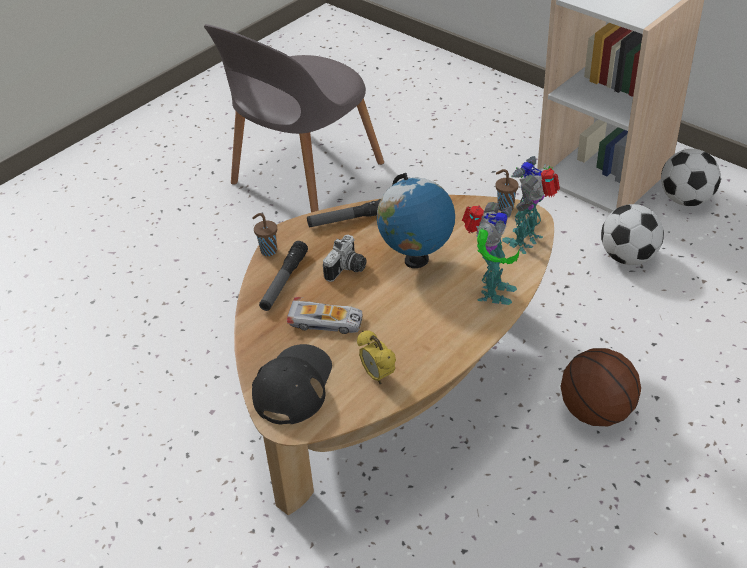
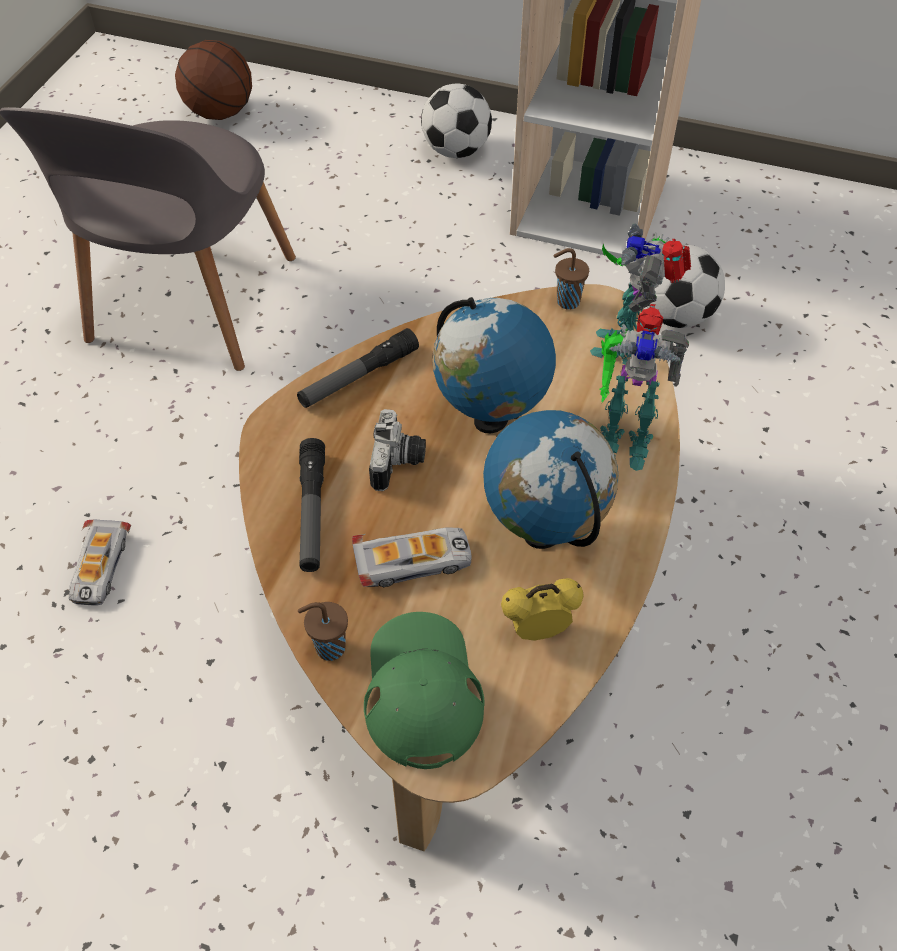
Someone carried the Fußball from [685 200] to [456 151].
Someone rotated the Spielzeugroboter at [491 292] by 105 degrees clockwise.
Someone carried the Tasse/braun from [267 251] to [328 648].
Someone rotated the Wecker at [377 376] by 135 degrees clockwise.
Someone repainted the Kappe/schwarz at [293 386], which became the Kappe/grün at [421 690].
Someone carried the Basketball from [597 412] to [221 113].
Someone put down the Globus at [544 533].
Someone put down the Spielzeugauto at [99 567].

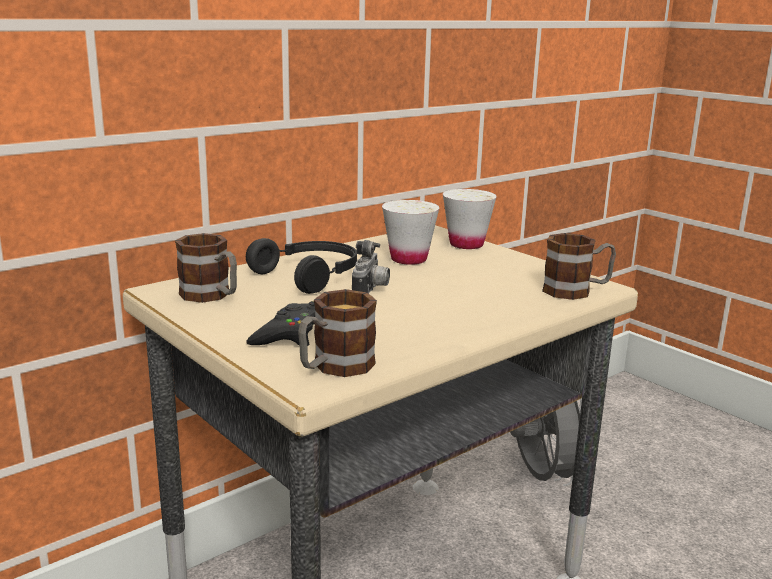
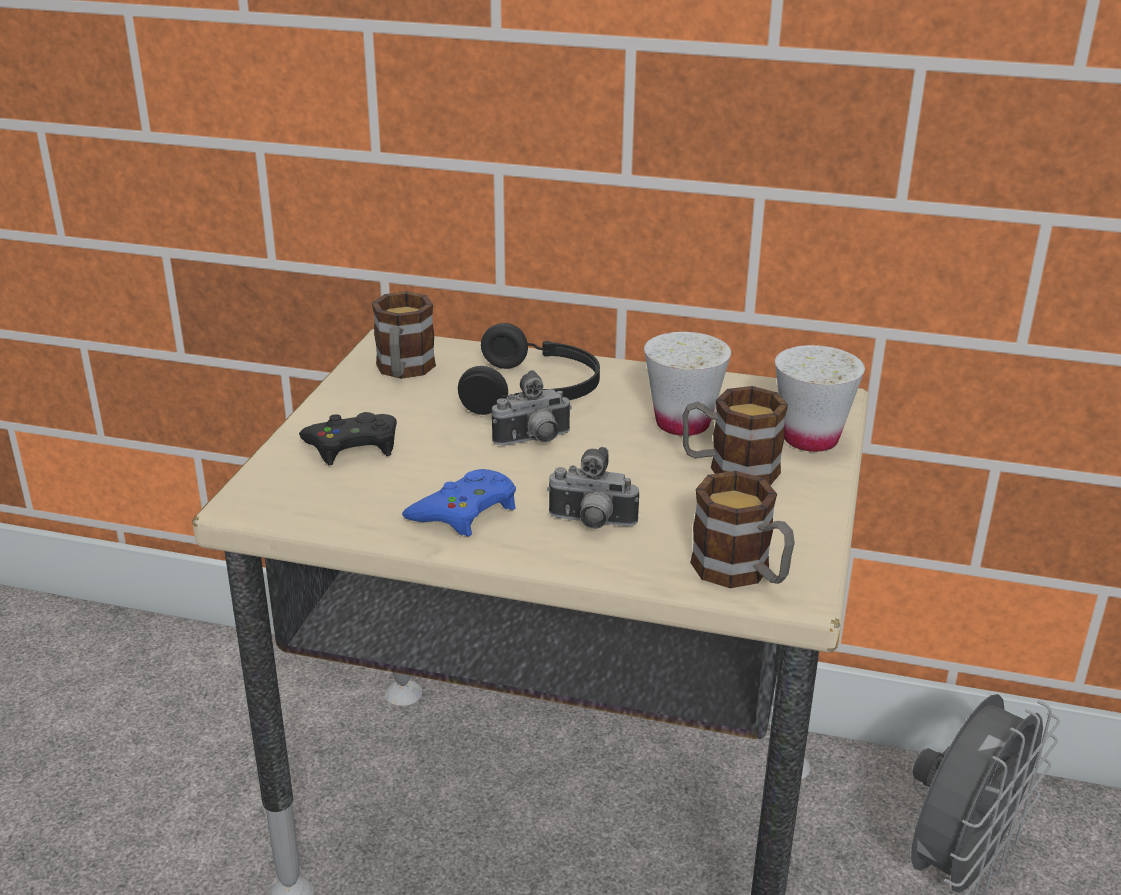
Someone carried the Henkelbecher from [334 367] to [729 469].
Someone put down the Kamera at [591 524].
Someone put down the Gamepad/blau at [465 511].

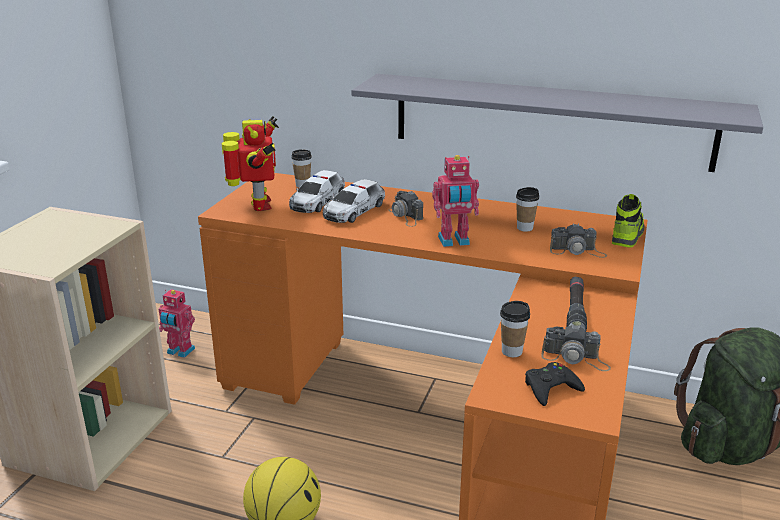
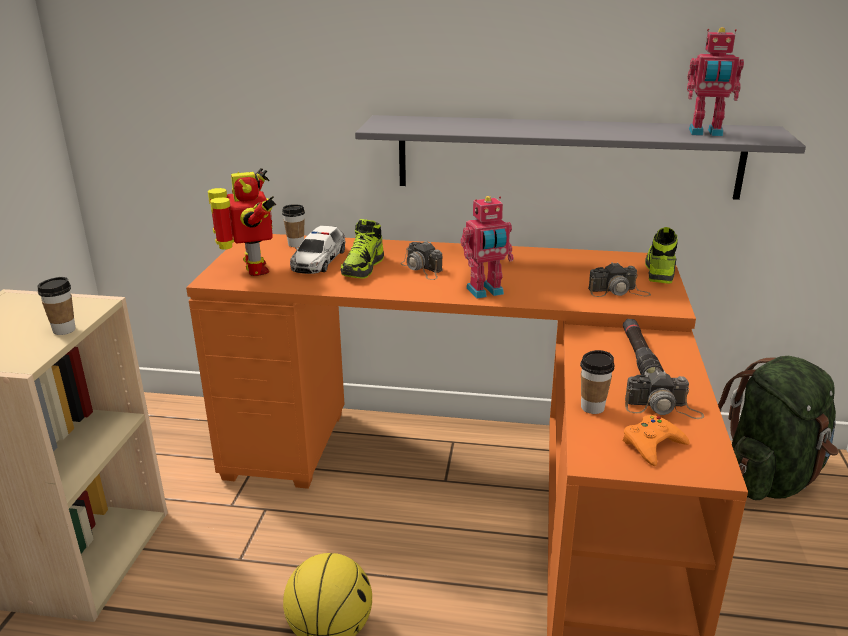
Someone swapped the Spielzeugauto at [353 211] for the Schuh at [363 268].
Someone carried the Tasse from [524 228] to [64 330].
Someone carried the Spielzeugroboter from [180 351] to [705 133].
Someone repainted the Gamepad/schwarz at [551 388], which became the Gamepad/orange at [652 445].

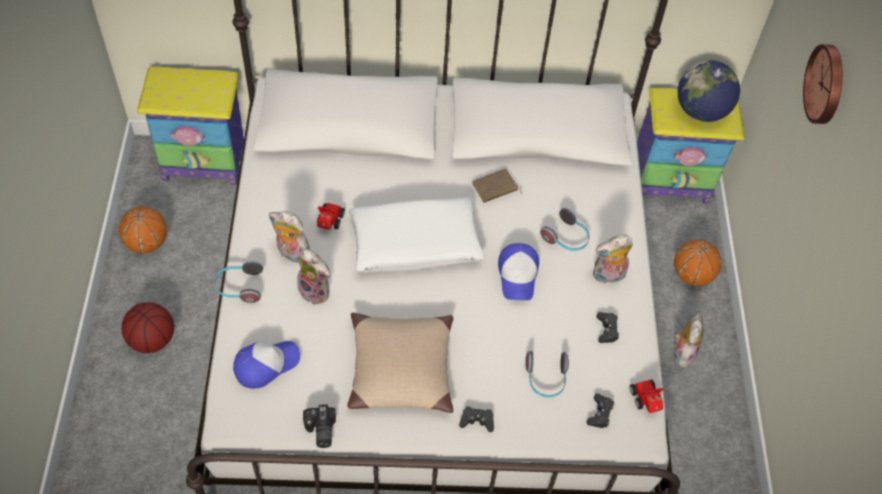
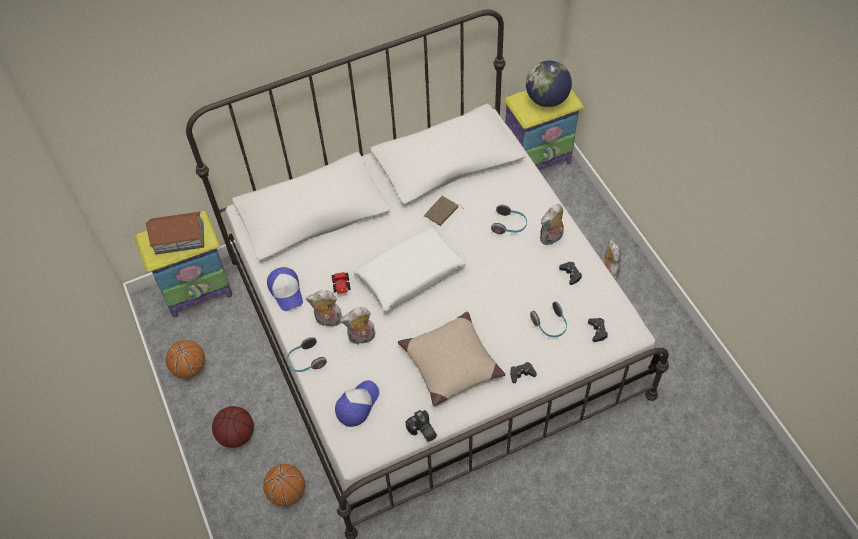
Someone took away the Wanduhr at [827 84].
Someone carried the Basketball from [692 275] to [287 492].
Someone carried the Kappe from [518 275] to [286 291].
Someone rotated the Plüschtier at [316 290] by 150 degrees clockwise.
Someone took away the Spielzeugauto at [646 401].
Someone put down the Spielzeughaus at [180 238].

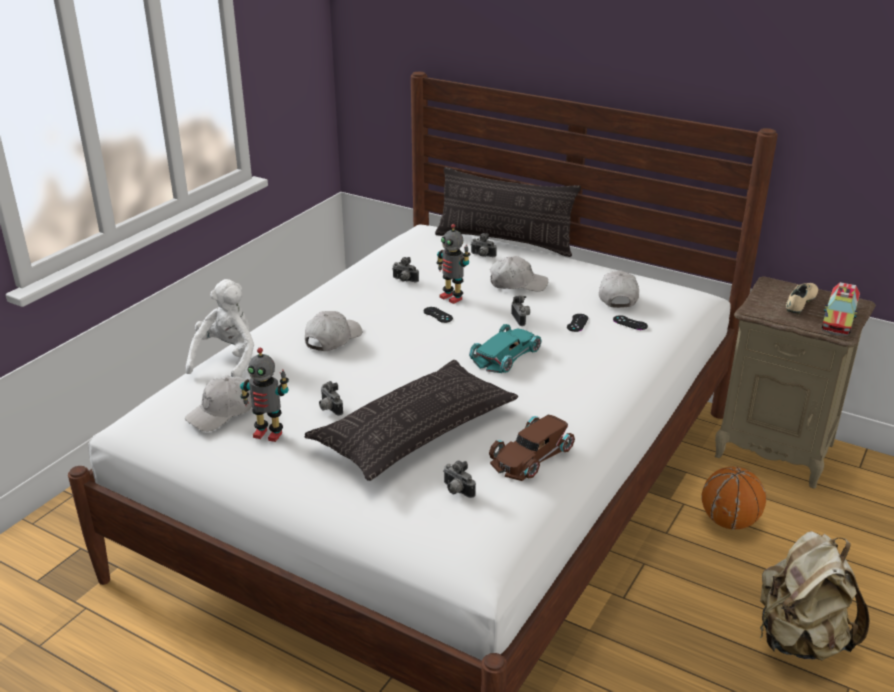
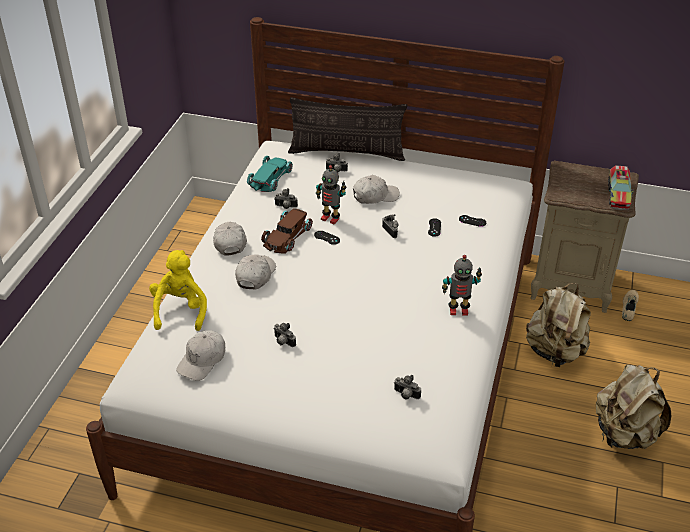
Someone carried the Kappe/weiß from [617 297] to [229 242].
Someone repainted the Plüschtier/weiß at [227 360], which became the Plüschtier/gelb at [180 310].
Someone carried the Schuh/beige from [801 303] to [629 308].
Someone carried the Spielzeugauto/türkis from [507 354] to [271 177].
Someone carried the Spielzeugroboter from [268 434] to [458 310].
Someone took away the Kissen at [415 430].
Someone carried the Spielzeugauto/braun from [530 454] to [286 235].
Someone swapped the Basketball at [729 521] for the Rucksack/beige at [555 351].

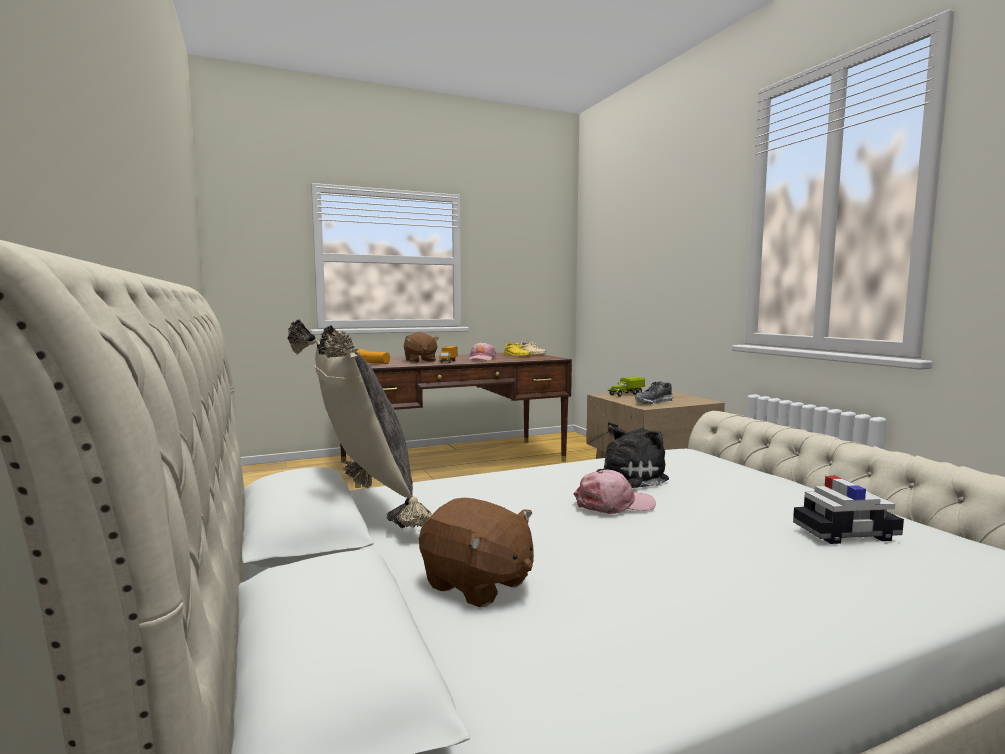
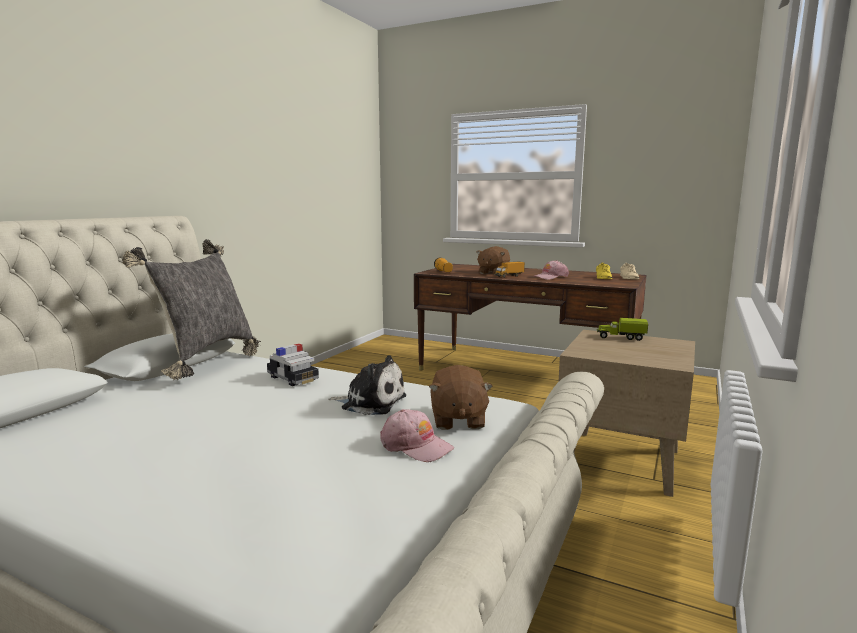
Someone took away the Schuh at [654 402].
Someone carried the Kappe/rosa from [614 504] to [415 445].
Someone carried the Spielzeugauto from [846 533] to [293 378].
Someone carried the Plüschtier/braun from [477 584] to [457 420].

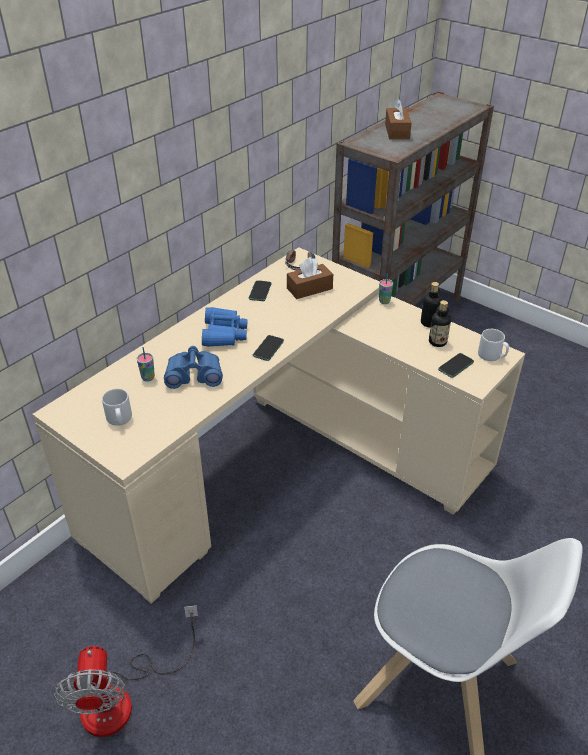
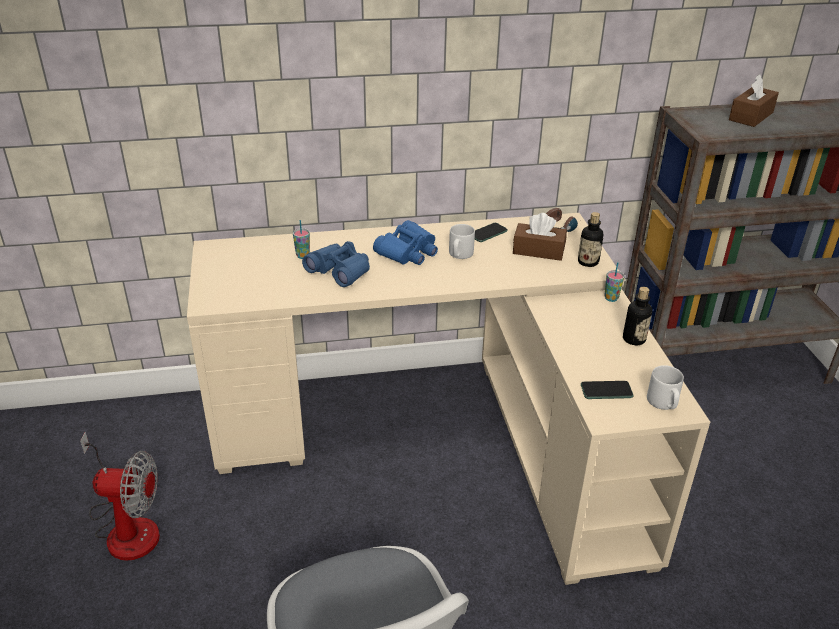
Someone carried the Flasche from [437 342] to [588 262].
Someone took away the Handy at [268 348].
Someone carried the Henkelbecher/grau from [119 419] to [459 254].
Someone rotated the Ventilator at [123 697] by 120 degrees counterclockwise.

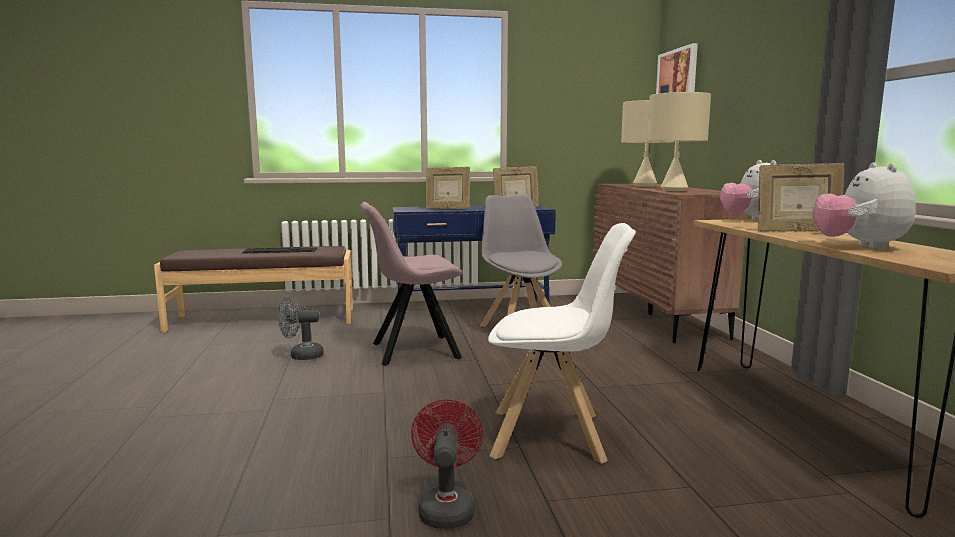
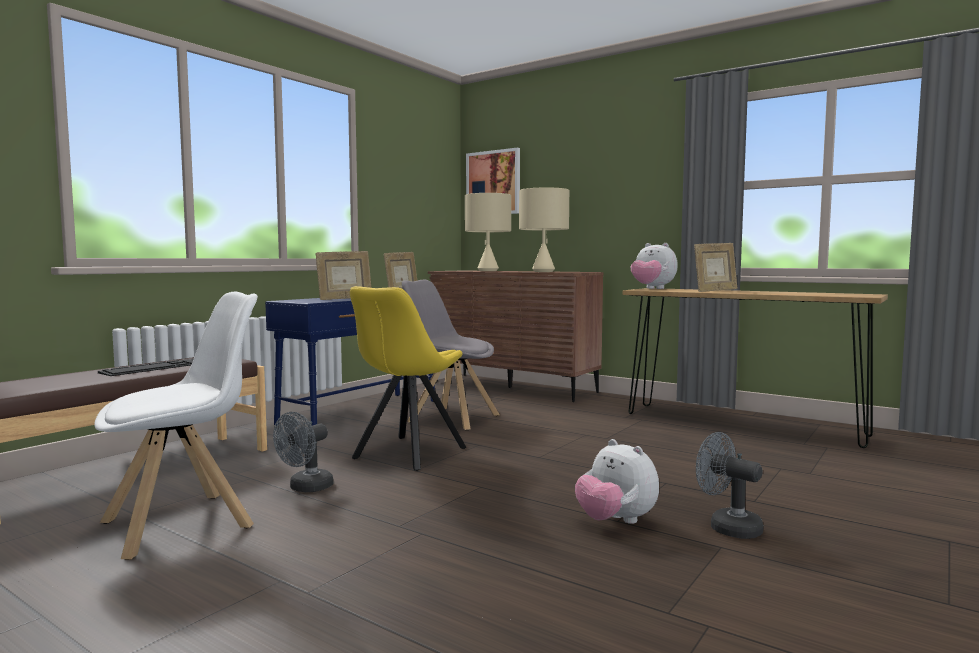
Someone carried the Plüschtier from [859 246] to [616 521].
Someone repainted the Stuhl/rosa at [414 350], which became the Stuhl/gelb at [408 453].
Someone carried the Stuhl/weiß from [554 436] to [185 522].
Someone repainted the Ventilator/rot at [446 507], which became the Ventilator/grau at [727 527].

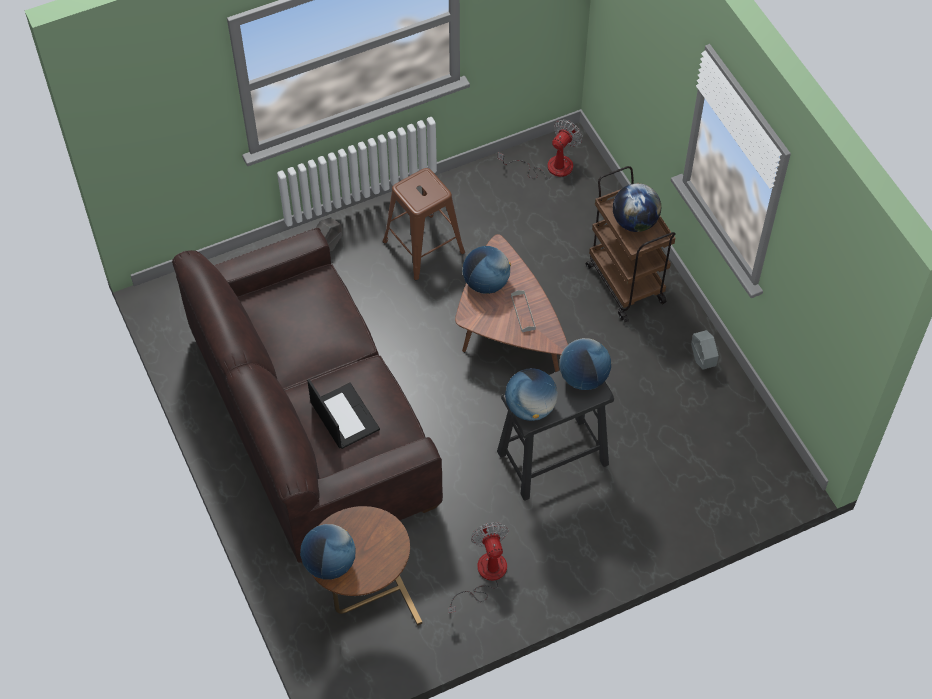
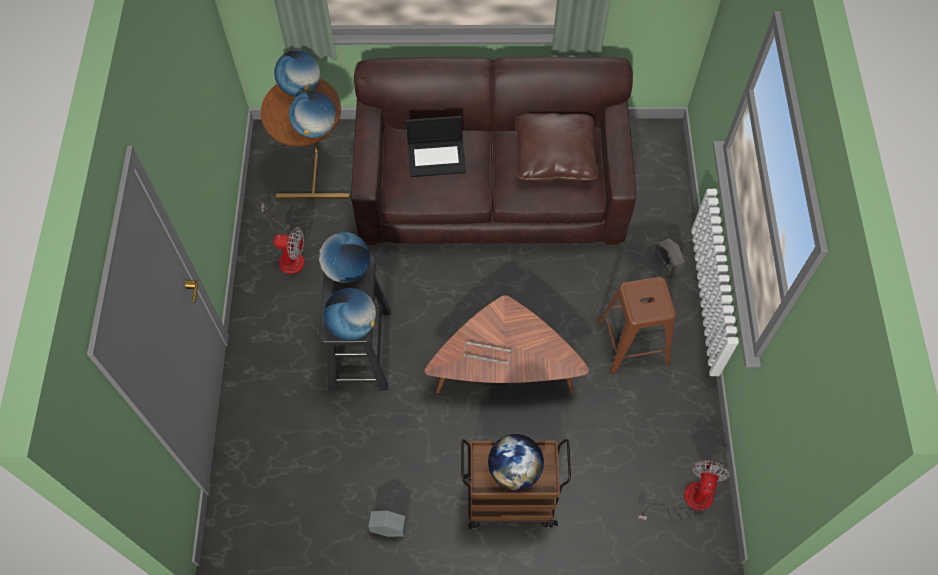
Someone rotated the Ventilator at [550 167] by 135 degrees counterclockwise.
Someone carried the Globus from [486 283] to [315 128].
Someone put down the Kissen/braun at [554 157].

